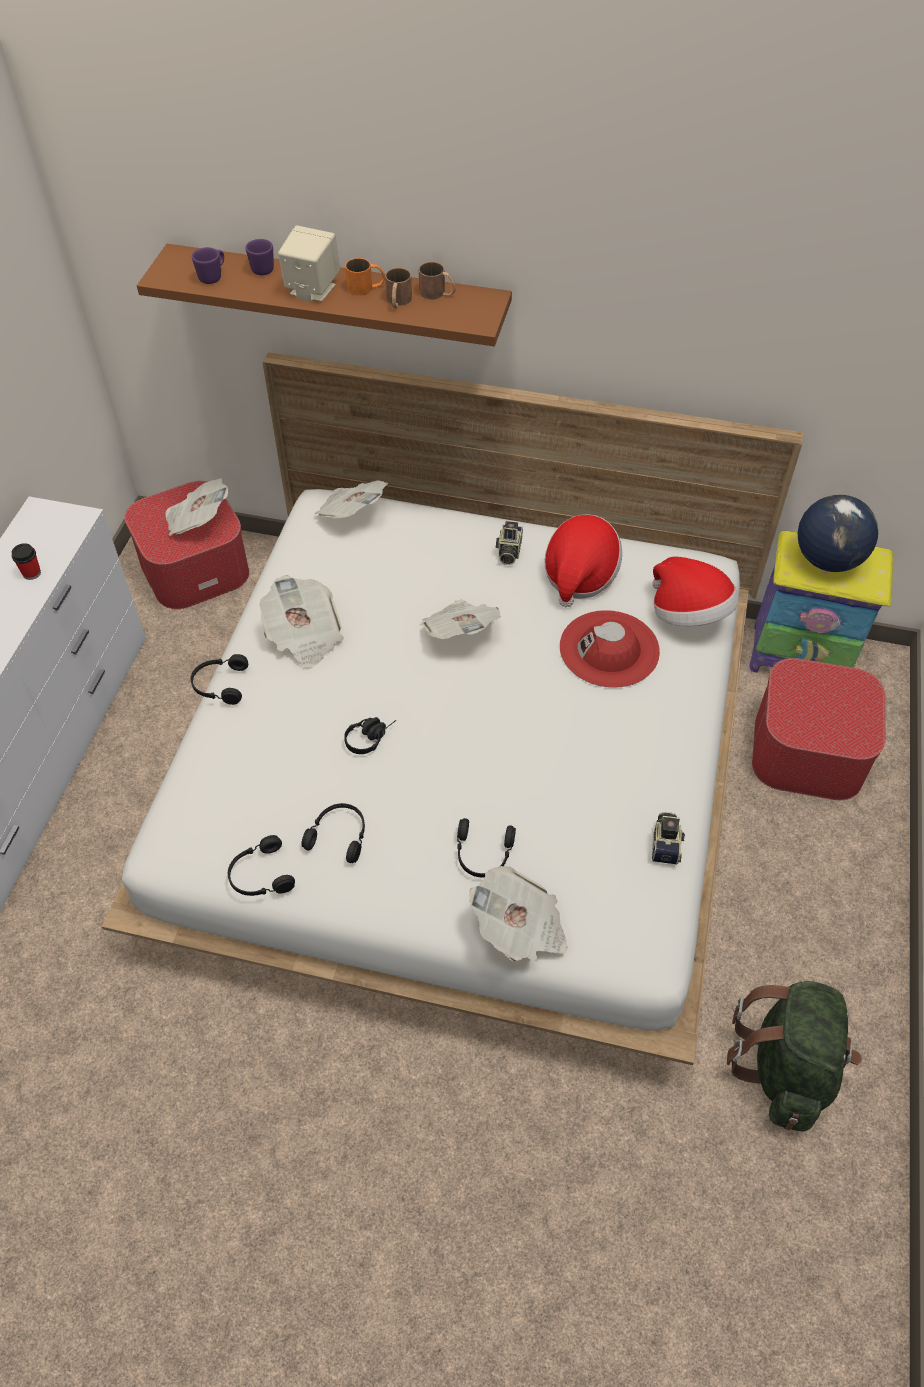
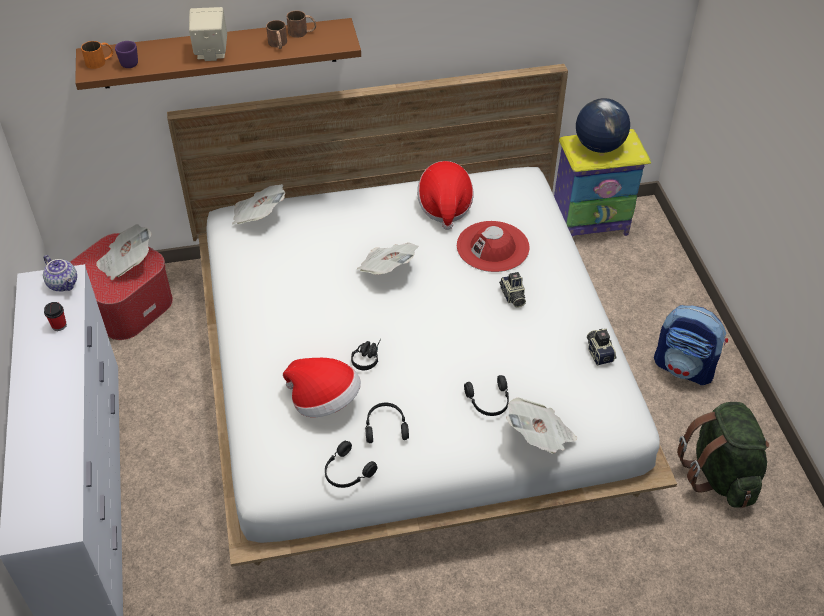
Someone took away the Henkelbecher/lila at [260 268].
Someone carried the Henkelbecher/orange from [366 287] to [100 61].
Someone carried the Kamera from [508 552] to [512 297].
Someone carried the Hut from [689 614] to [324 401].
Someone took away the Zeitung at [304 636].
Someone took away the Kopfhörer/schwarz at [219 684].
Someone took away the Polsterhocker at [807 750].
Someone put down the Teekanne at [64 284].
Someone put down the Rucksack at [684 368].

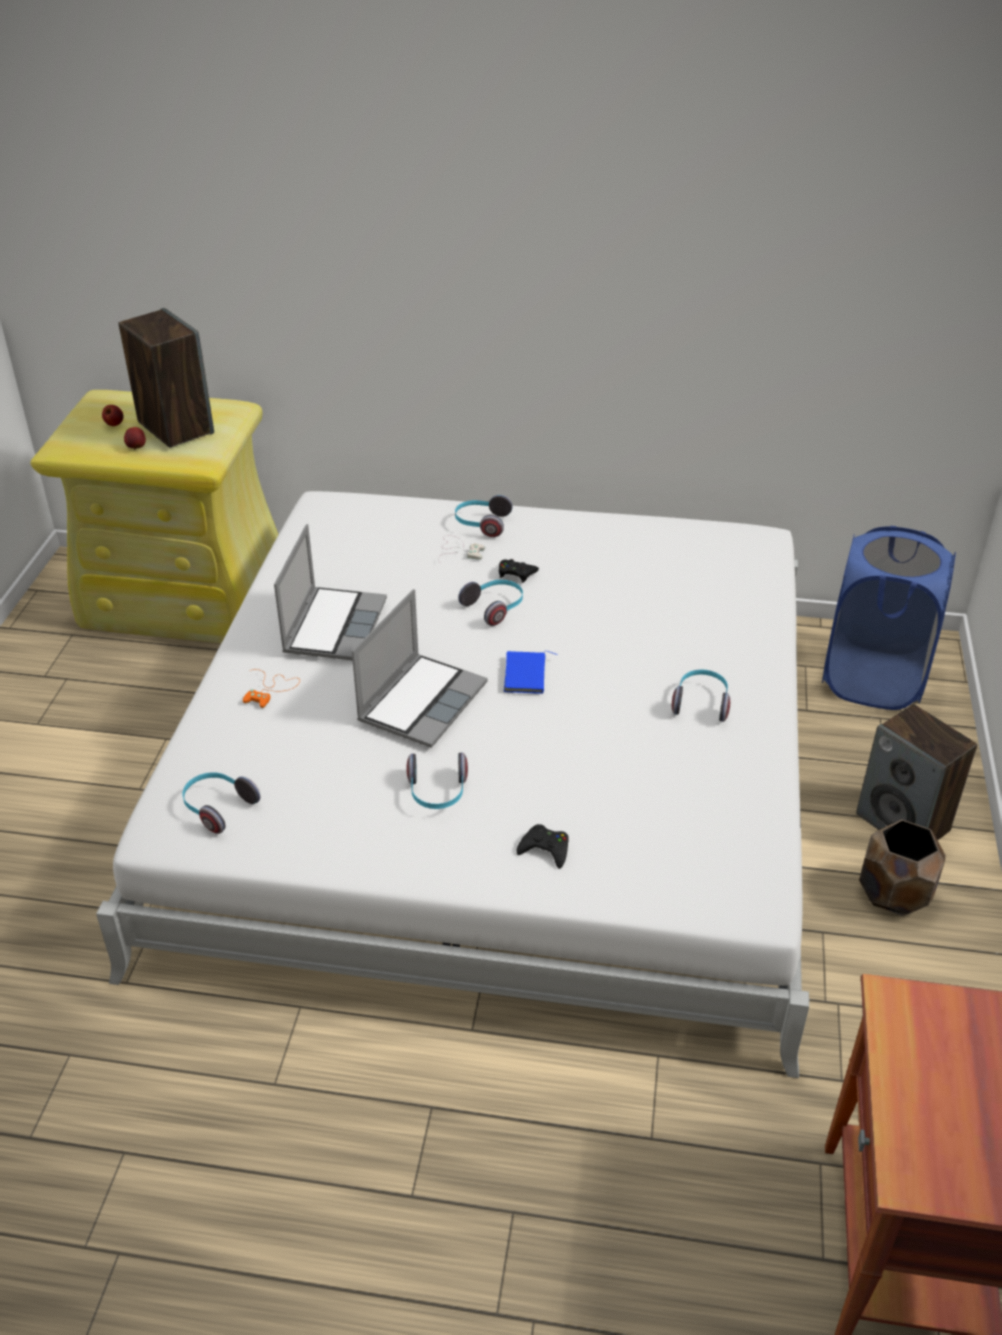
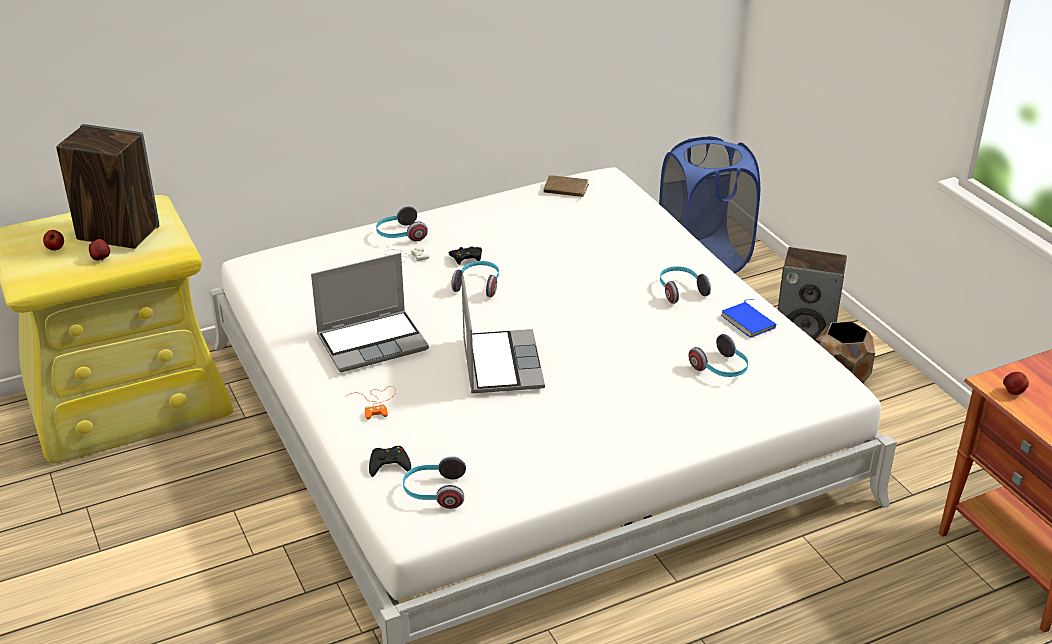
Someone rotated the Laptop at [334 625] by 90 degrees clockwise.
Someone carried the Buch/blau from [527 675] to [749 322].
Someone carried the Kopfhörer from [437 793] to [721 369].
Someone carried the Gamepad/schwarz from [545 849] to [389 465].
Someone put down the Buch/braun at [565 189].
Someone put down the Apfel at [1013 392].

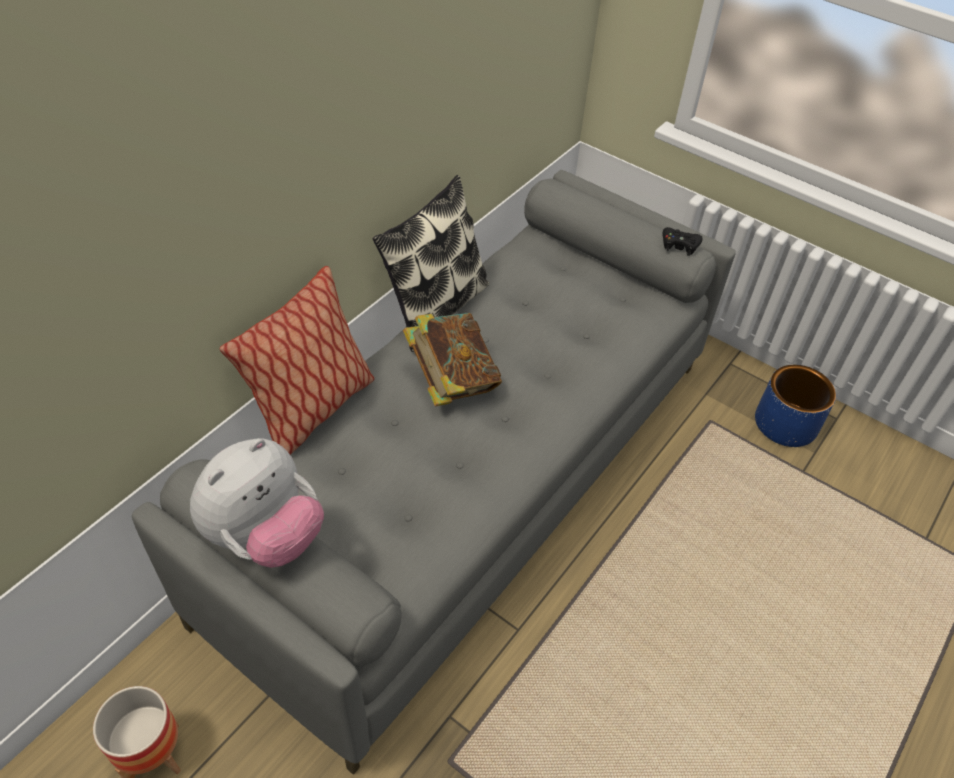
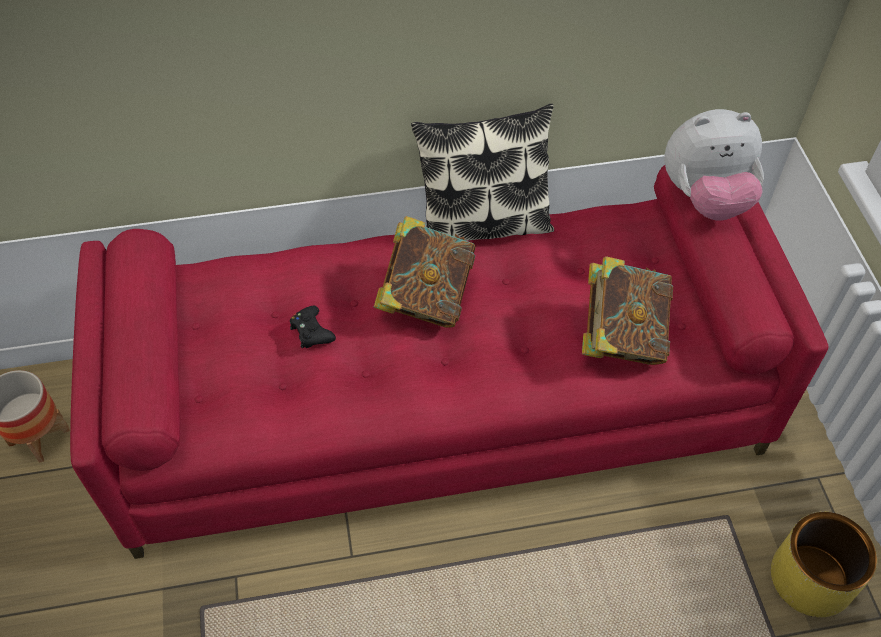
Someone repainted the Sofa/grau at [471 481], which became the Sofa/rot at [441 407].
Someone carried the Gamepad/schwarz from [679 245] to [311 332].
Someone took away the Kissen at [313 410].
Someone repainted the Pflanzkübel/blau at [784 424], which became the Pflanzkübel/gelb at [810 578].
Someone carried the Plüschtier from [265 536] to [705 199].
Someone put down the Buch at [621 336].

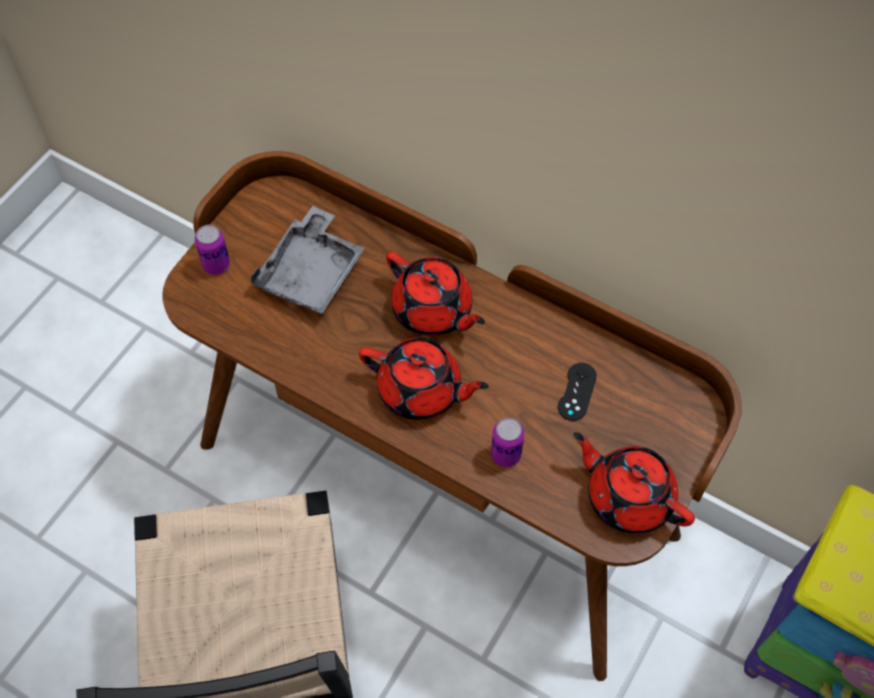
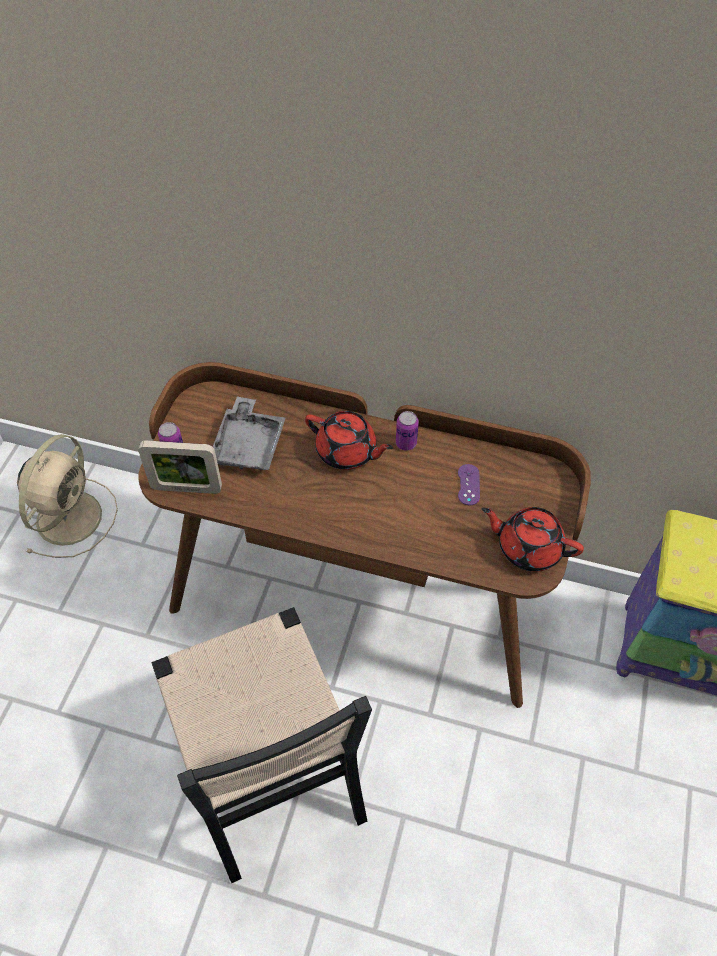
Someone took away the Teekanne/rot at [421 391].
Someone repainted the Gamepad/schwarz at [577 391], which became the Gamepad/lila at [468 485].
Someone carried the Dose from [506 454] to [406 443].
Someone put down the Ventilator/beige at [71 515].
Someone put down the Bilderrahmen at [186 488].

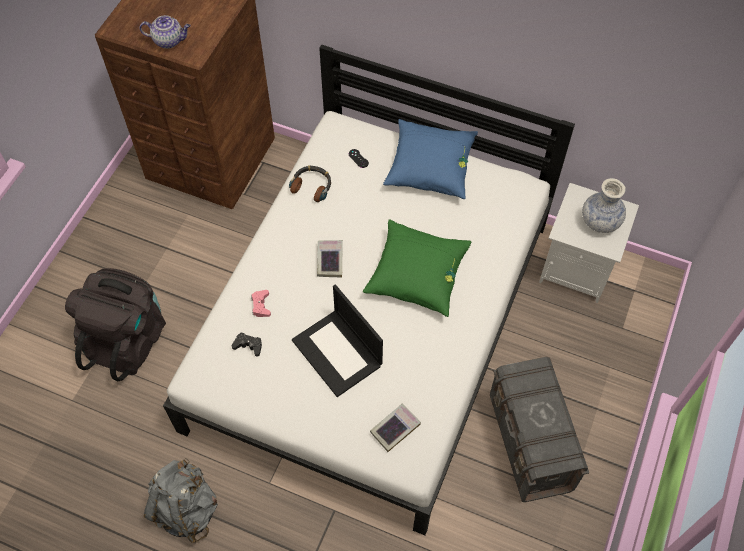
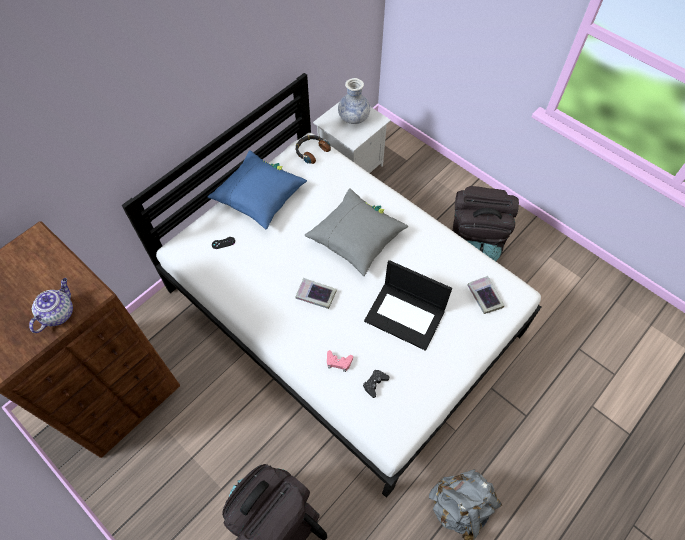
Someone carried the Kopfhörer from [312 186] to [311 151].
Someone repainted the Kissen/grün at [416 275], which became the Kissen/grau at [356 239].
Someone rotated the Laptop at [338 353] by 45 degrees clockwise.
Someone swapped the Aufbewahrungsbox/grau at [529 443] for the Rucksack/schwarz at [474 243].

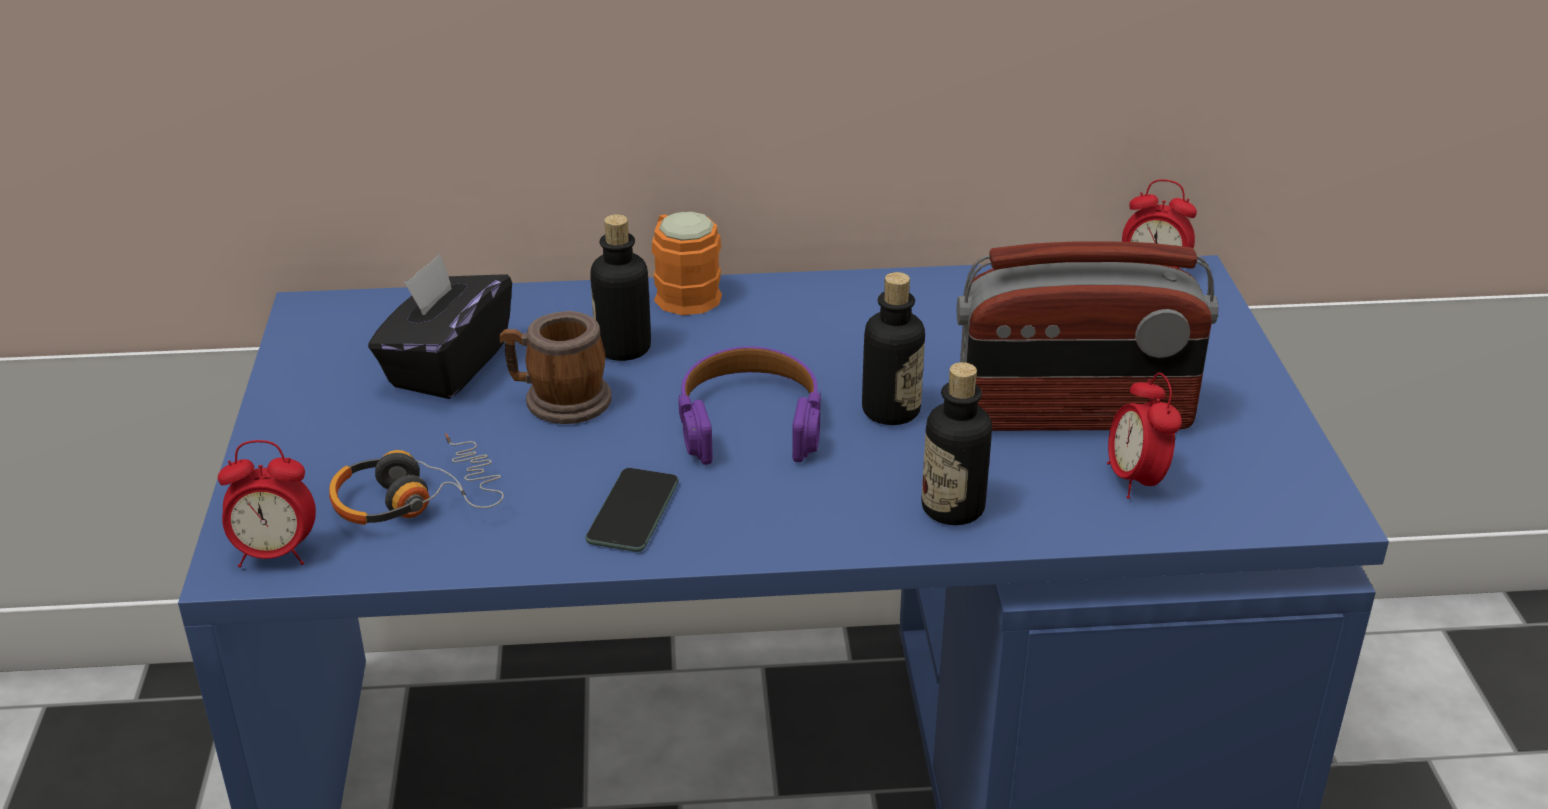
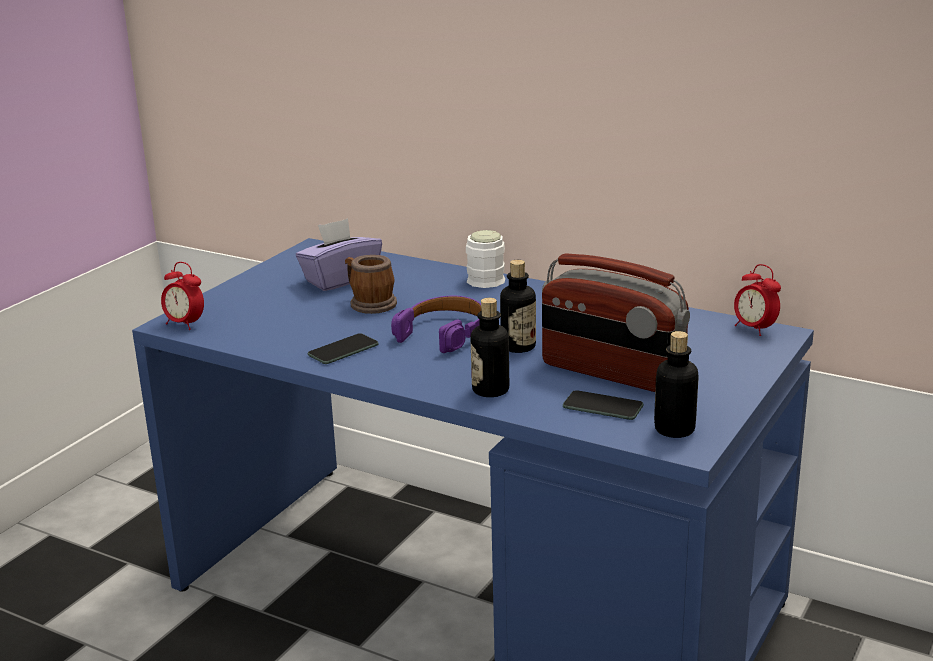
Someone repainted the Henkelbecher/orange at [682 291], which became the Henkelbecher/weiß at [486 277].
Someone carried the Flasche from [623 348] to [674 429].
Someone repainted the Taschentuchbox/schwarz at [447 365], which became the Taschentuchbox/lila at [340 279].
Someone swapped the Wecker at [1136 480] for the Handy at [603 406].
Someone took away the Kopfhörer at [416 499].

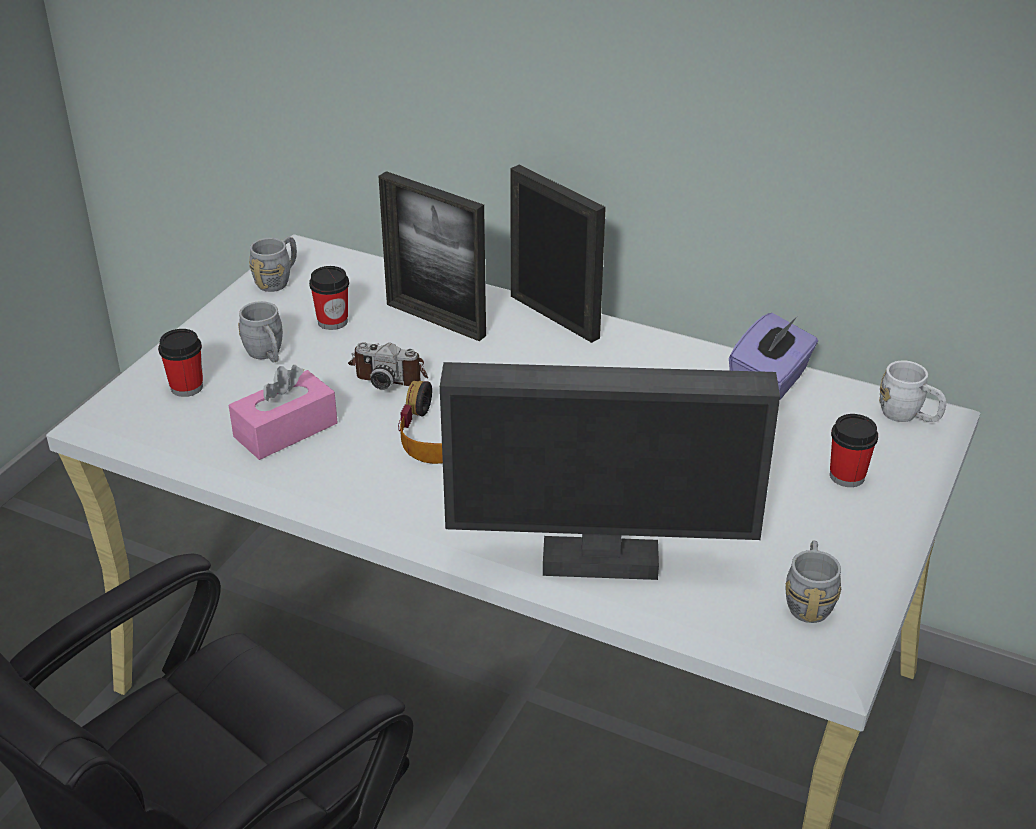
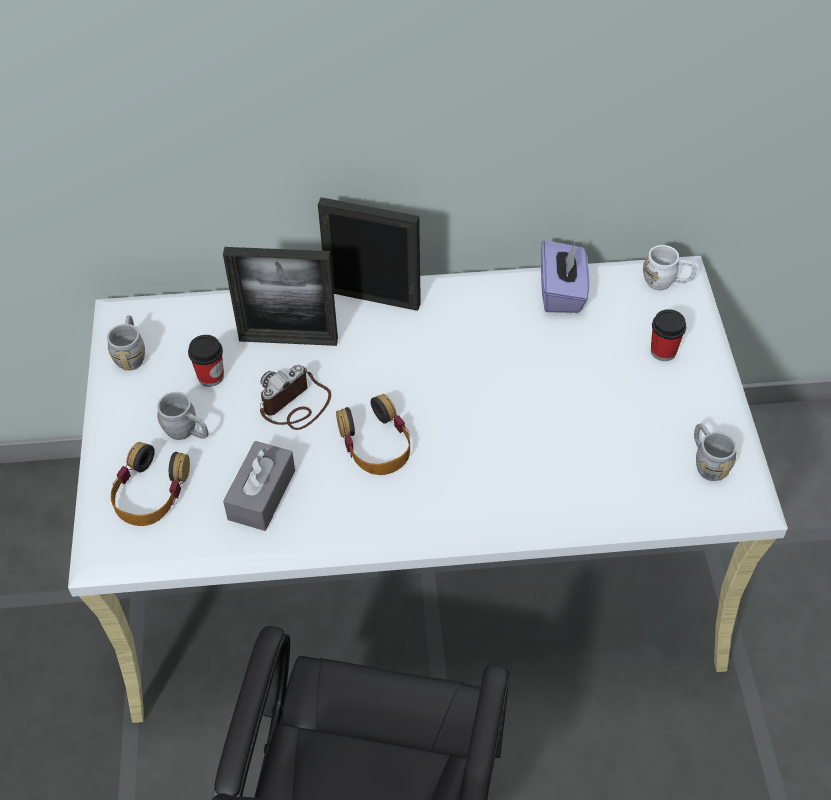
Someone swapped the Tasse at [187 387] for the Kopfhörer at [150 492].
Someone rotated the Kamera at [390 372] by 150 degrees clockwise.
Someone took away the Monitor at [600 561].
Someone repainted the Taschentuchbox/rosa at [285 430], which became the Taschentuchbox/grau at [261 495].

